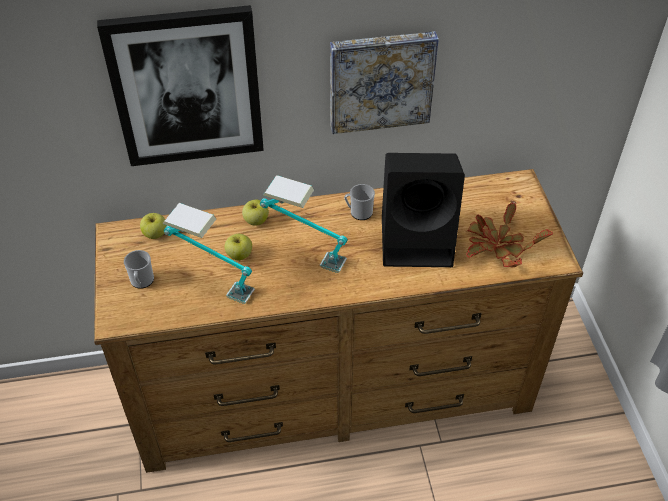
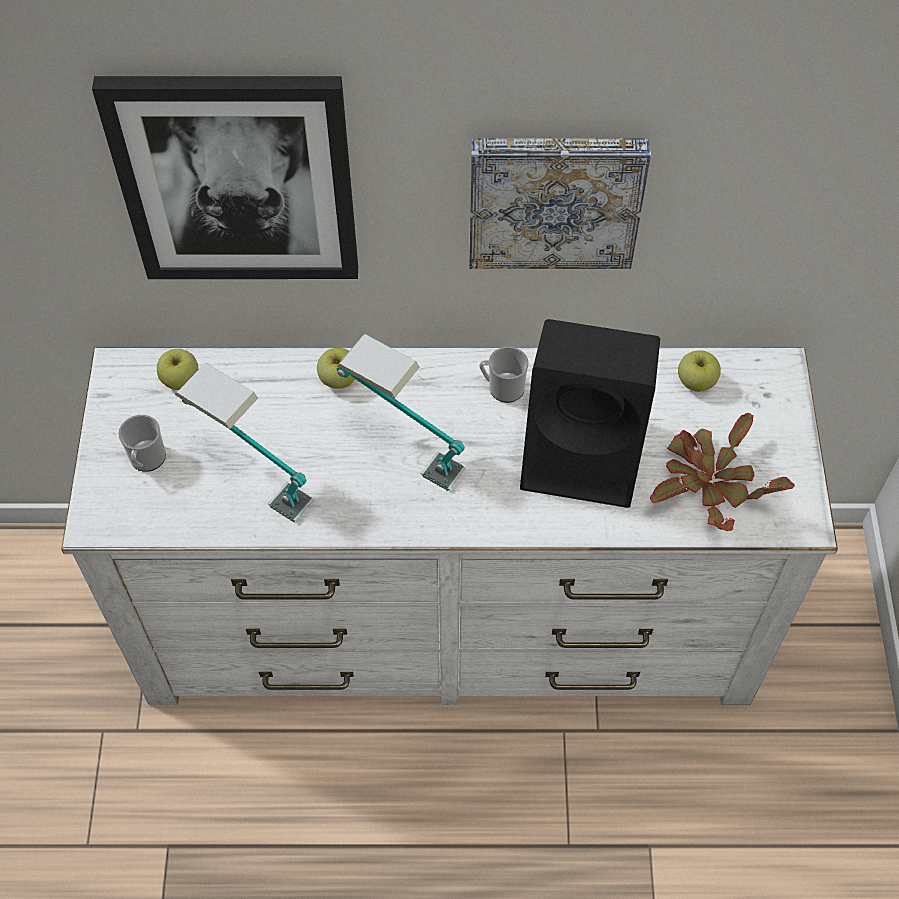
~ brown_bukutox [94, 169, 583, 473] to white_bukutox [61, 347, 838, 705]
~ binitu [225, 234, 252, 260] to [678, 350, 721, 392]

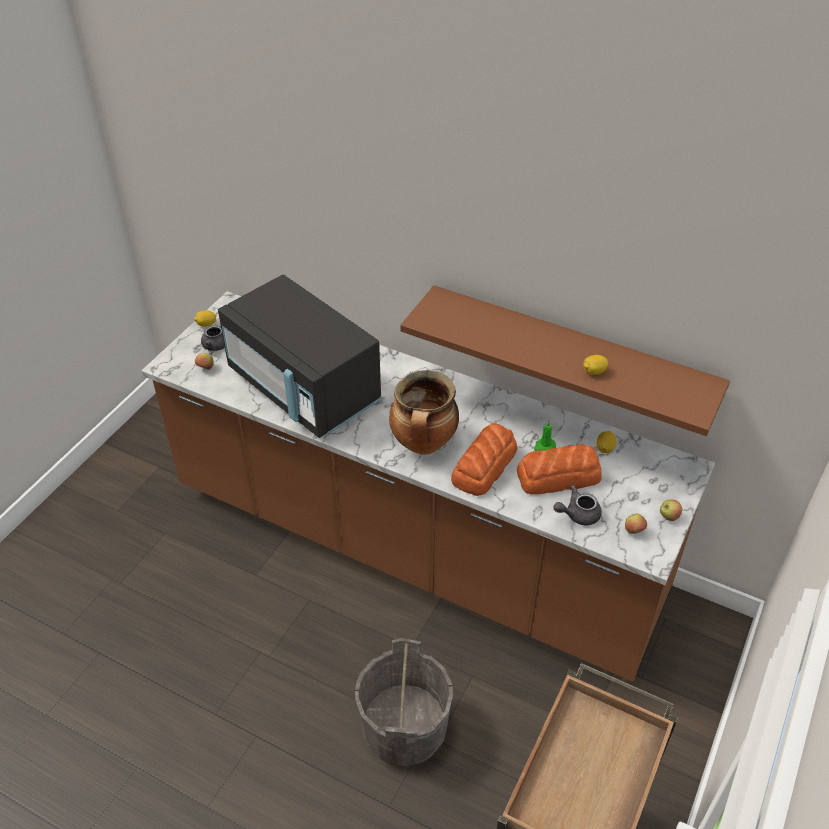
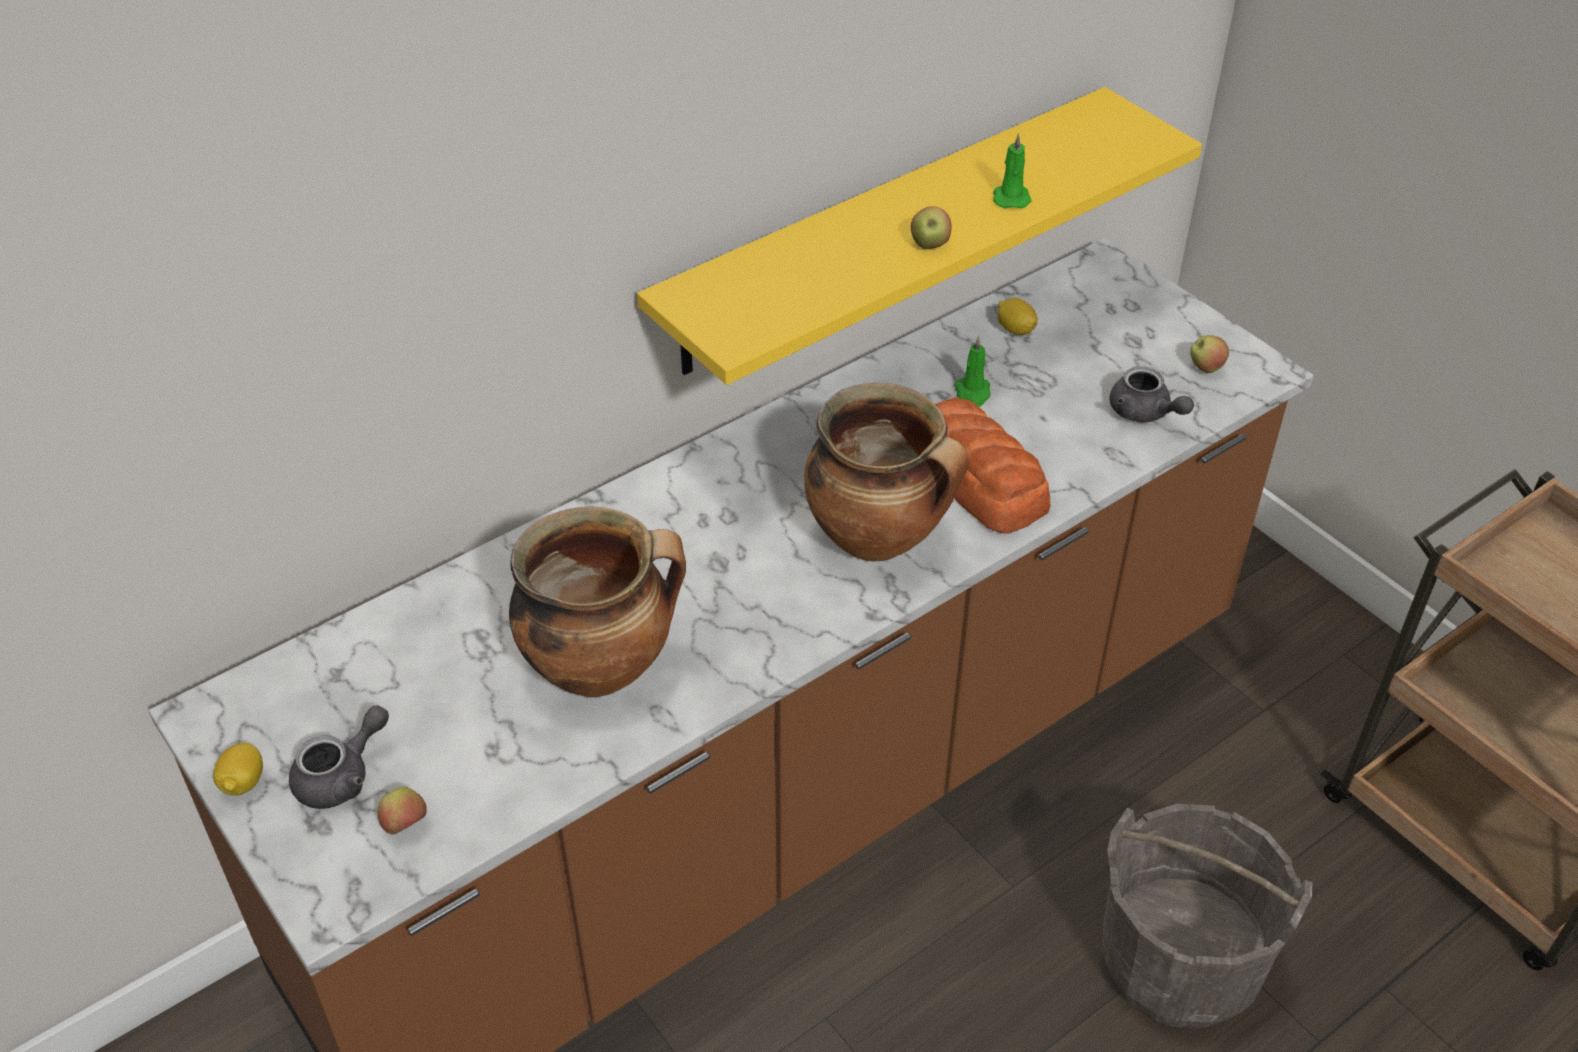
~ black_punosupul [218, 275, 382, 438] to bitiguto [509, 506, 686, 697]
~ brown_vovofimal [400, 285, 730, 436] to yellow_vovofimal [637, 87, 1202, 385]
~ binitu [660, 499, 682, 521] to [911, 206, 951, 249]
~ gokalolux [583, 355, 608, 375] to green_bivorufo [993, 133, 1032, 208]
~ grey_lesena [553, 485, 602, 525] = [1110, 366, 1194, 422] 45 degrees counterclockwise
- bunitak [517, 444, 602, 495]

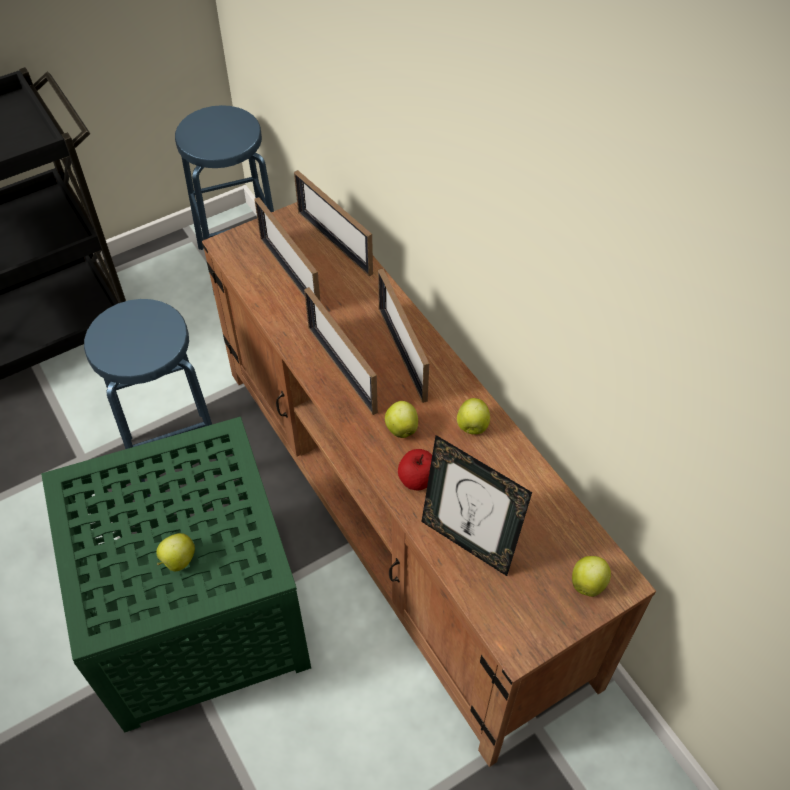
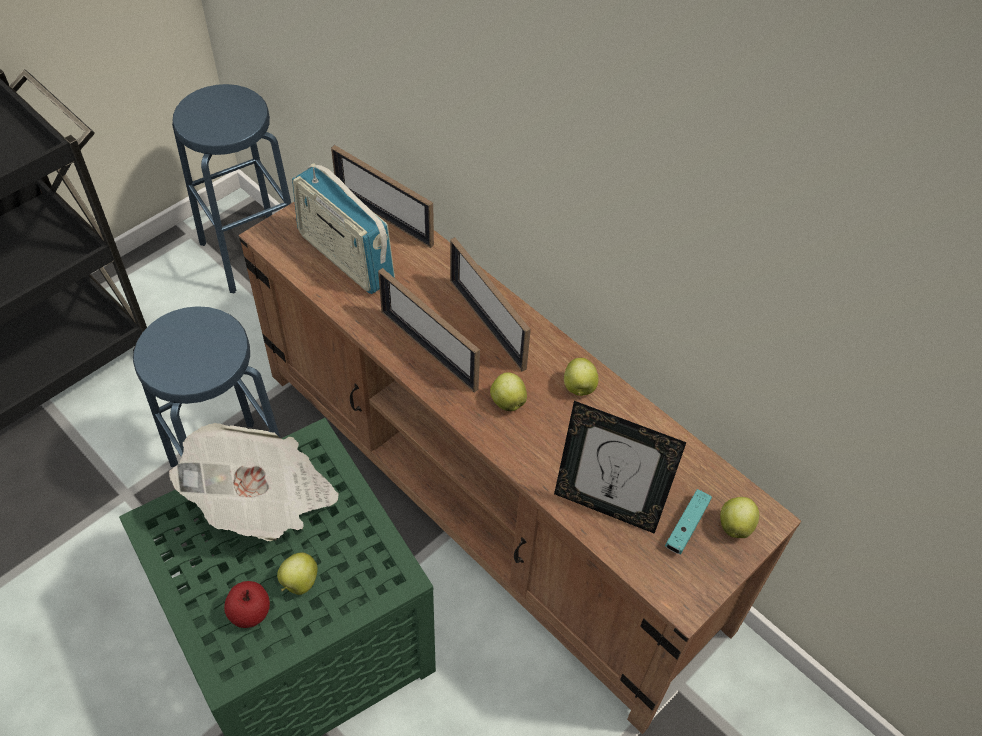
+ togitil [169, 423, 339, 542]
~ binitu [398, 449, 432, 490] to [224, 581, 270, 628]
~ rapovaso [254, 197, 321, 302] to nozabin [292, 163, 395, 294]
+ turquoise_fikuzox [665, 489, 712, 554]

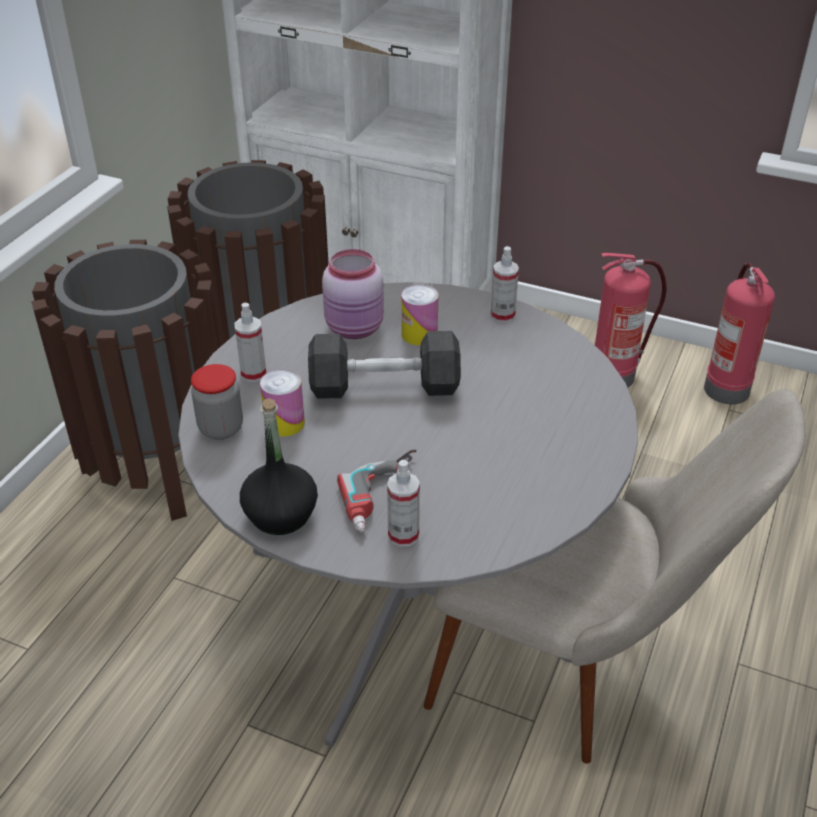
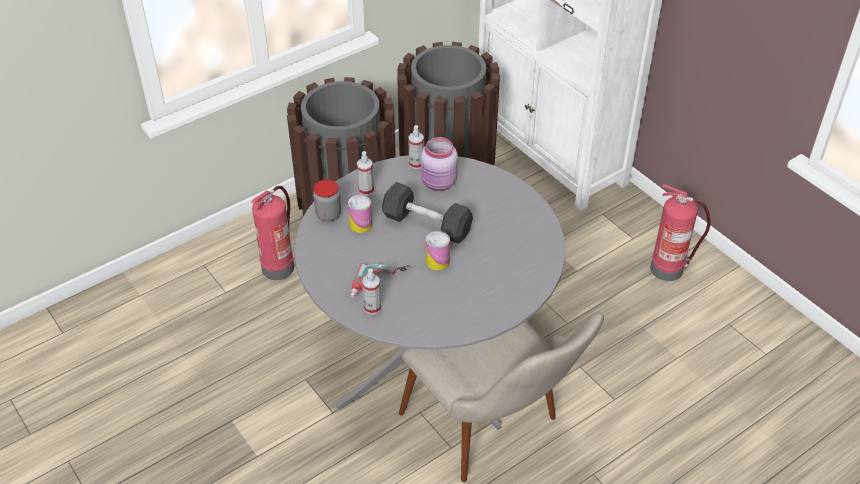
~ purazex [704, 263, 775, 404] to [251, 186, 294, 280]
~ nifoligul [491, 246, 519, 323] to [408, 125, 424, 169]
~ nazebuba [401, 284, 439, 346] to [426, 231, 450, 270]
- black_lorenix [240, 398, 318, 535]

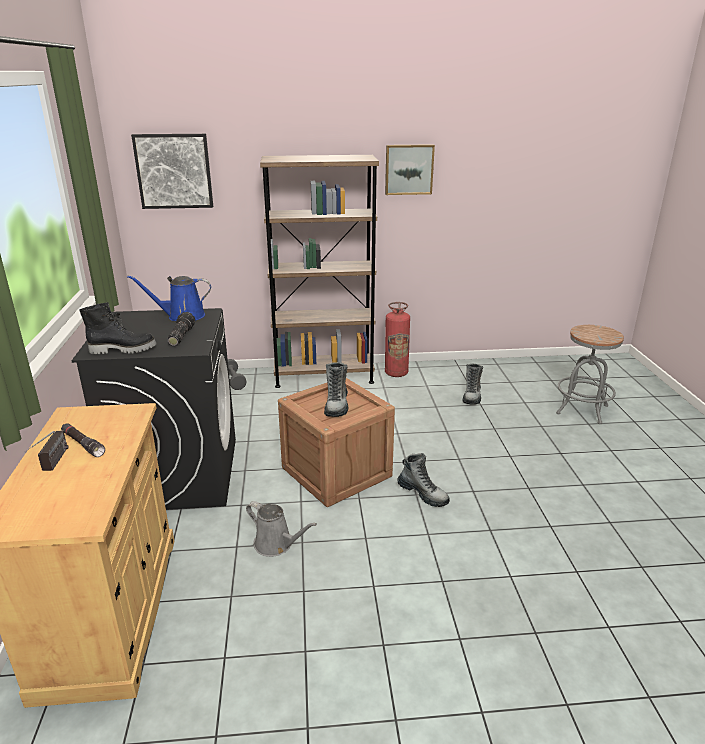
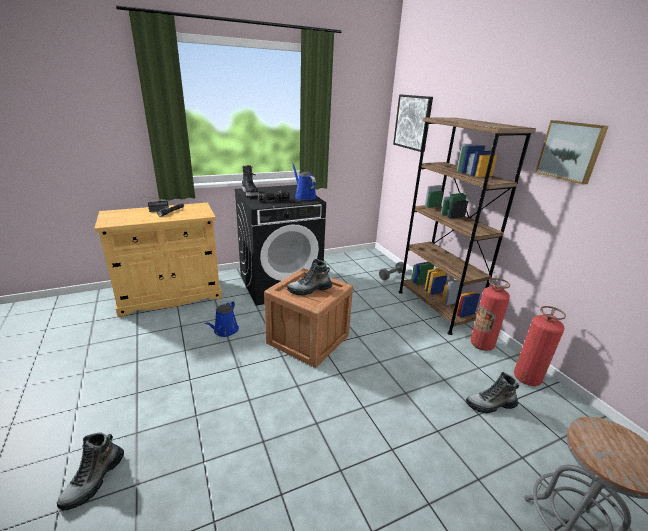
~ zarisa [397, 453, 450, 507] to [57, 432, 124, 510]
~ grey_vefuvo [246, 501, 317, 557] to blue_vefuvo [204, 301, 239, 337]
+ purazex [514, 306, 566, 386]

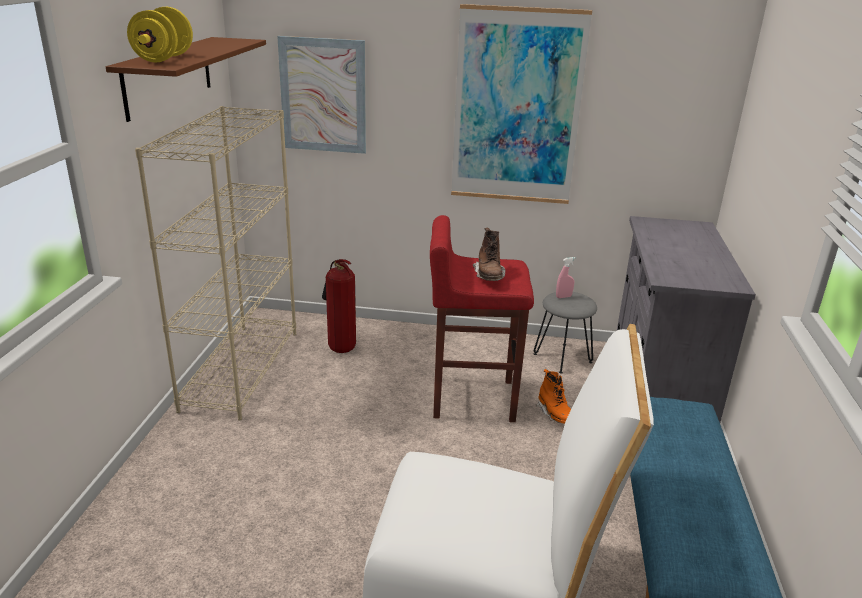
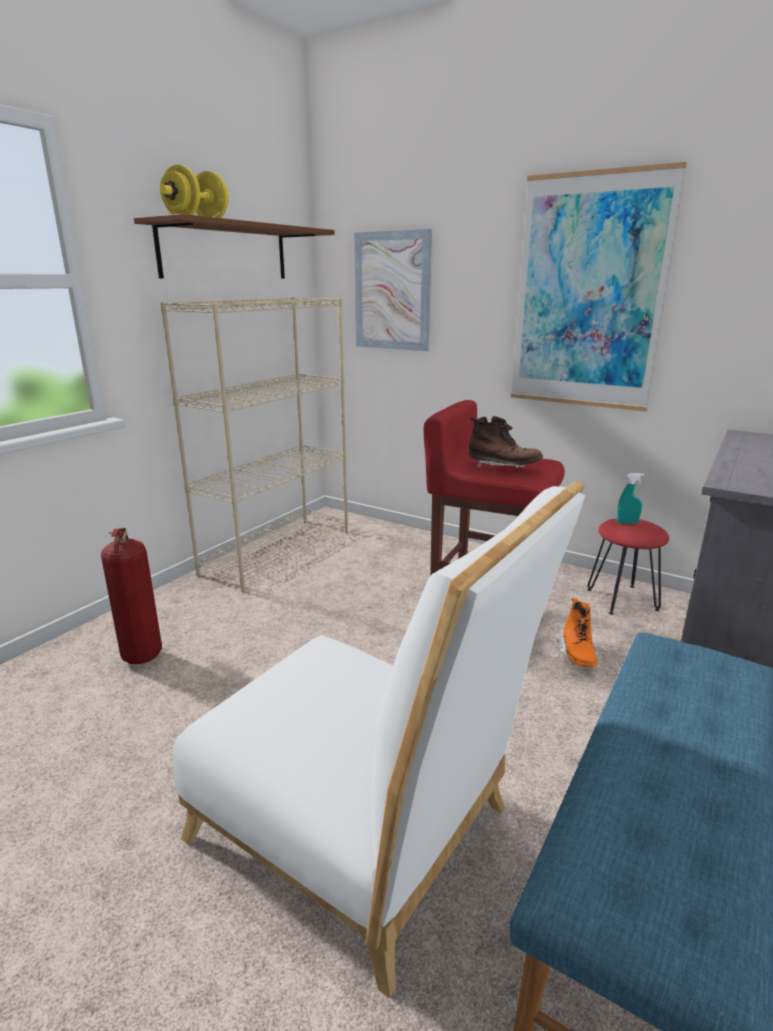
~ purazex [322, 259, 356, 353] to [101, 528, 162, 664]
~ brown_zarisa [473, 227, 506, 281] = [468, 416, 543, 468] 90 degrees counterclockwise
~ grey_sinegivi [534, 292, 597, 373] to red_sinegivi [587, 518, 669, 615]
~ pink_nifoligul [556, 257, 576, 298] to turquoise_nifoligul [617, 473, 644, 524]

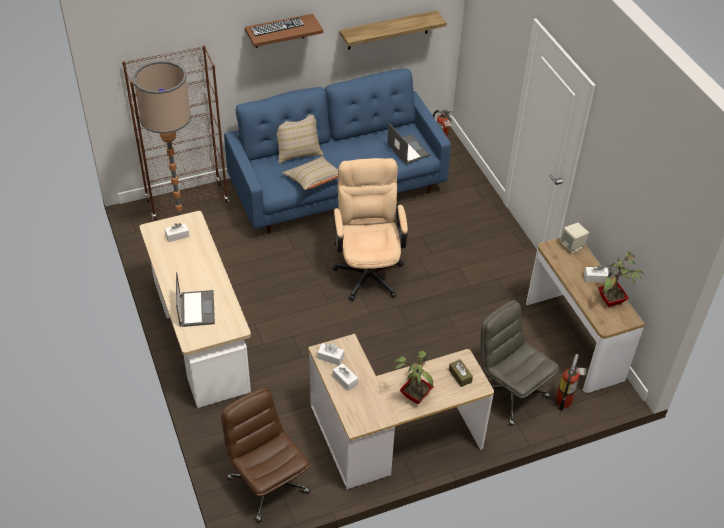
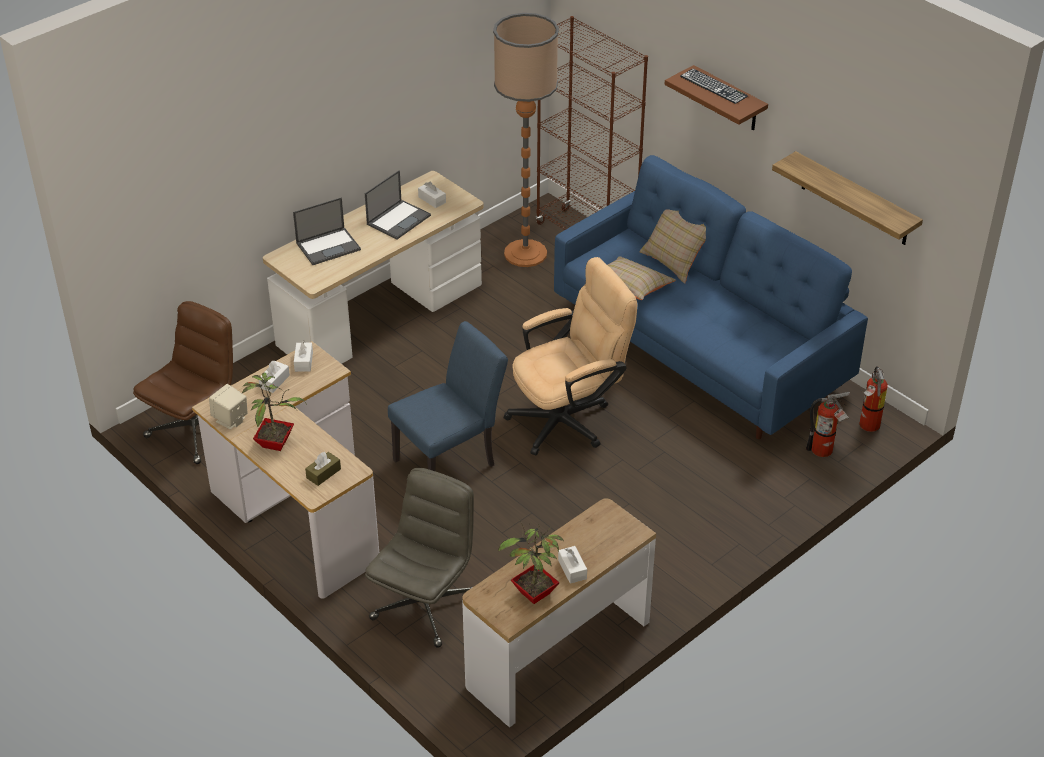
~ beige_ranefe [560, 223, 589, 253] to [209, 384, 248, 429]
~ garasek [387, 123, 430, 165] to [365, 170, 431, 240]
+ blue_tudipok [388, 321, 508, 471]
~ purazex [556, 354, 586, 411] to [806, 392, 850, 457]

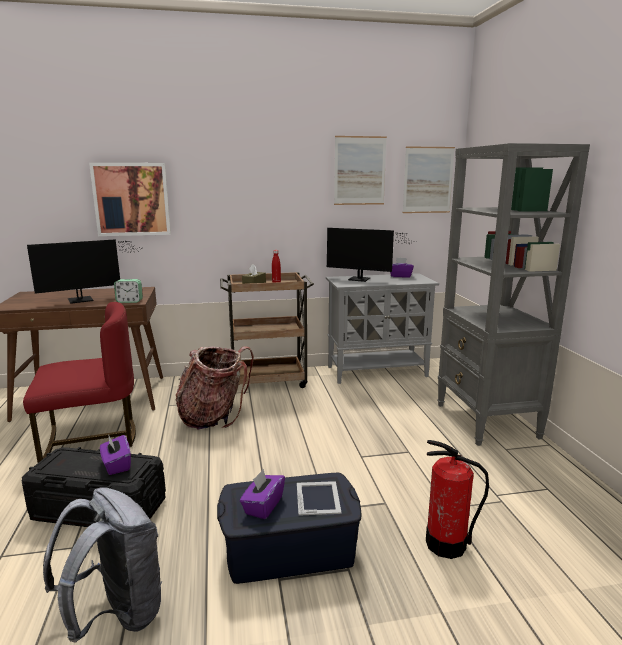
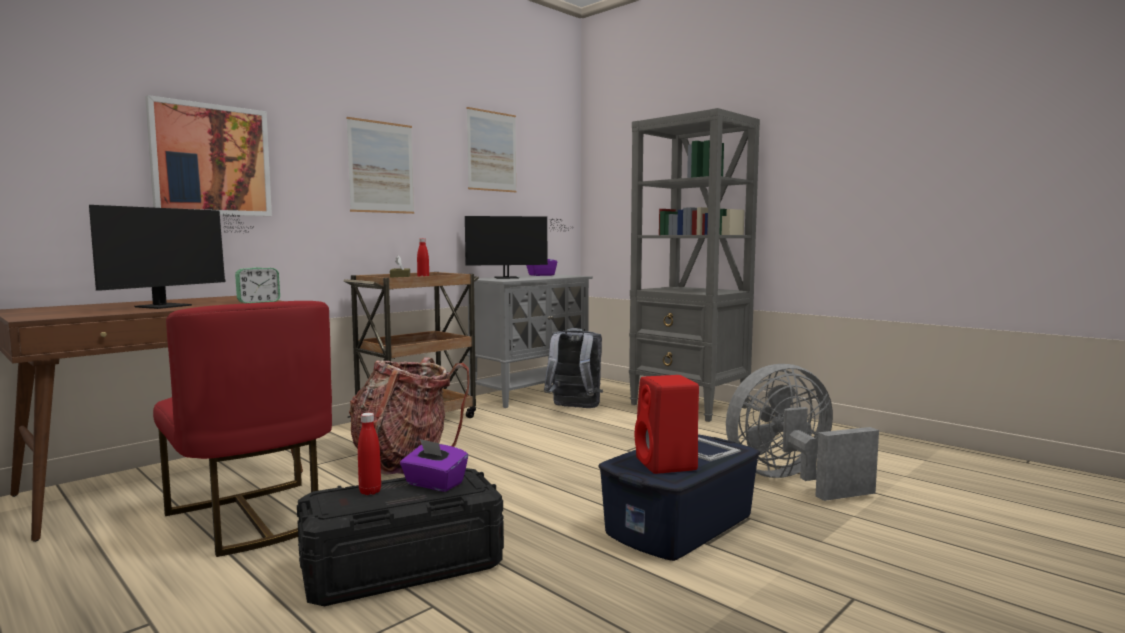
~ red_tudipok [23, 302, 136, 463] = [153, 301, 332, 557] 105 degrees clockwise
~ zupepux [402, 146, 455, 213] to [347, 117, 414, 214]
+ red_lorenix [358, 413, 381, 495]
~ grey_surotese [43, 487, 162, 643] to [544, 328, 603, 408]
~ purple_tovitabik [240, 469, 285, 519] to red_ranefe [635, 375, 699, 474]
~ purazex [426, 440, 489, 559] to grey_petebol [726, 364, 879, 501]

